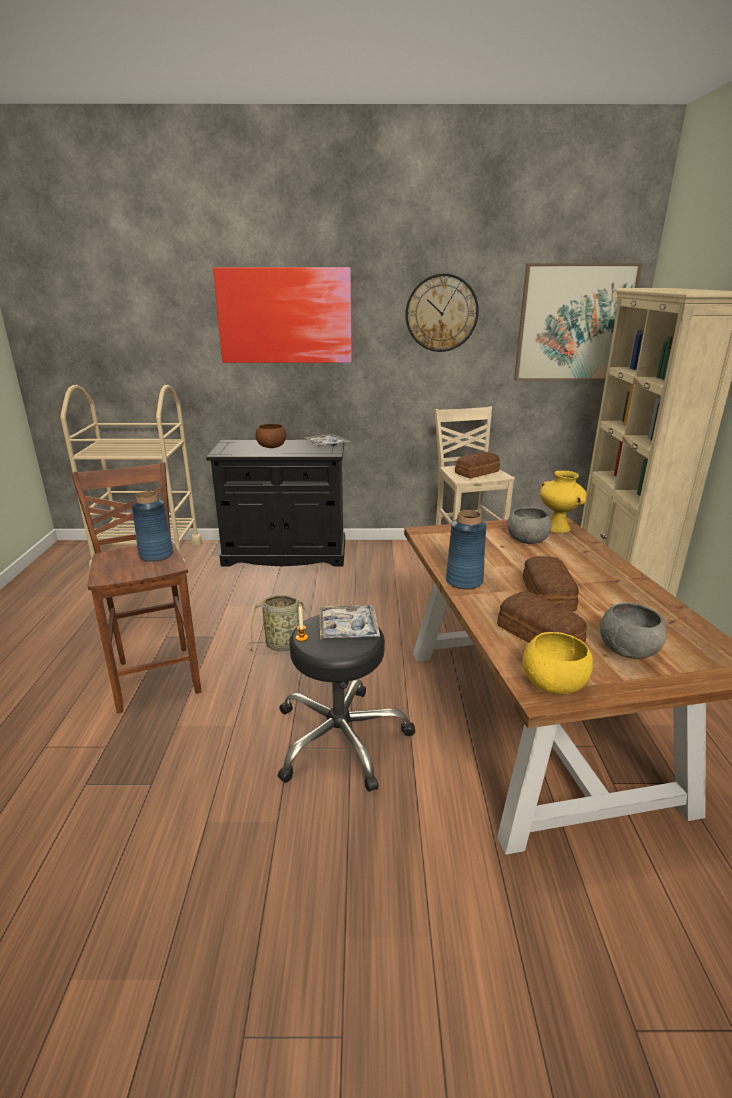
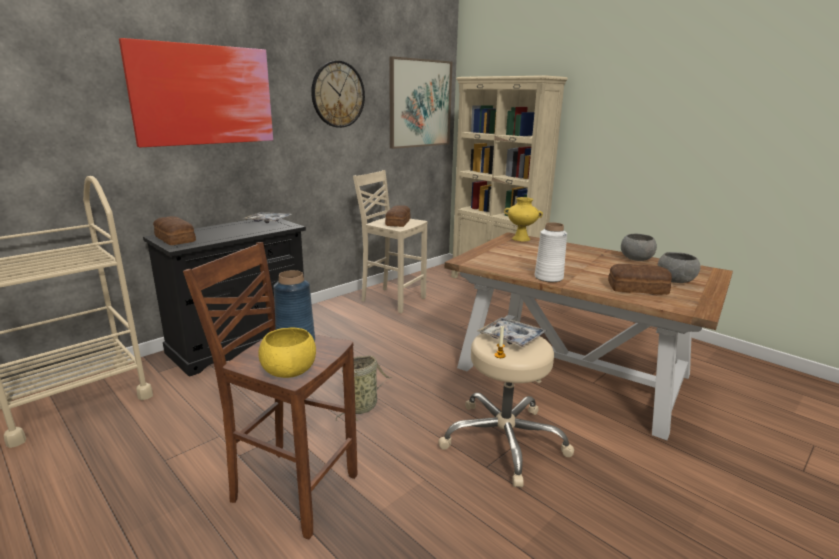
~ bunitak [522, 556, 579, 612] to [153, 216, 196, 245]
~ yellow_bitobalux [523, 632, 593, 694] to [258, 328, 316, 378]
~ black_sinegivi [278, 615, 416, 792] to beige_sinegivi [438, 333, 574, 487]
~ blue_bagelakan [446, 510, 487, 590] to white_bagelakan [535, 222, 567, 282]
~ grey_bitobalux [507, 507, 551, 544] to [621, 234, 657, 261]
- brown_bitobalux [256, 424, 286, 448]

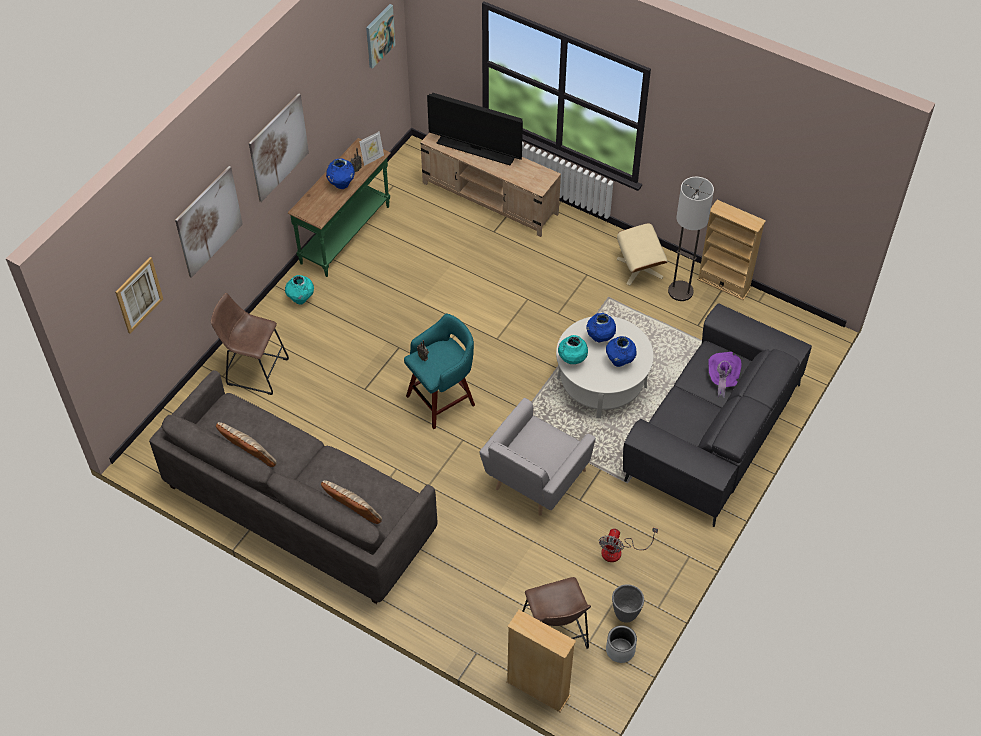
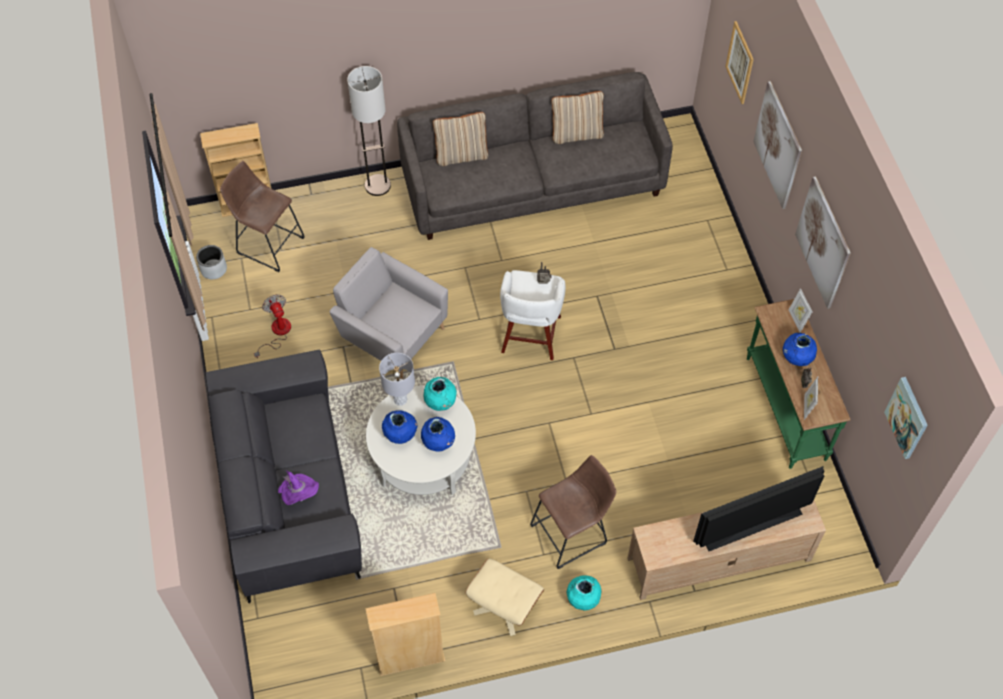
~ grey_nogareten [479, 398, 596, 515] = [330, 247, 448, 379] 45 degrees counterclockwise
~ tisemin [668, 177, 714, 301] to [347, 66, 391, 196]
+ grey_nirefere [379, 353, 415, 406]
~ turquoise_sinegivi [404, 314, 475, 429] to white_sinegivi [500, 270, 566, 360]
~ brown_sinegivi [211, 293, 289, 395] to [530, 455, 616, 569]
~ turquoise_bagelakan [285, 275, 314, 305] to [567, 576, 602, 611]
+ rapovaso [789, 288, 813, 333]
- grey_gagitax [612, 584, 644, 623]

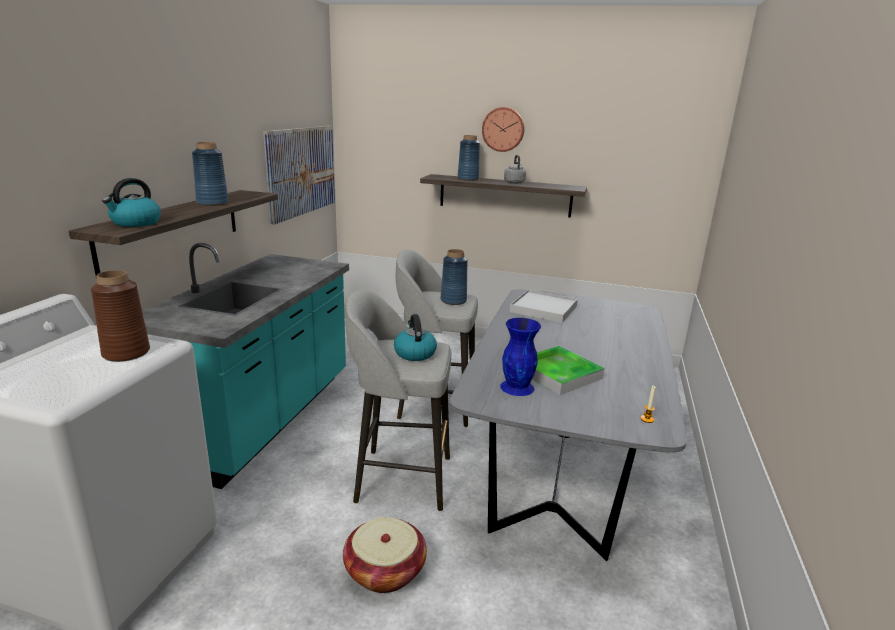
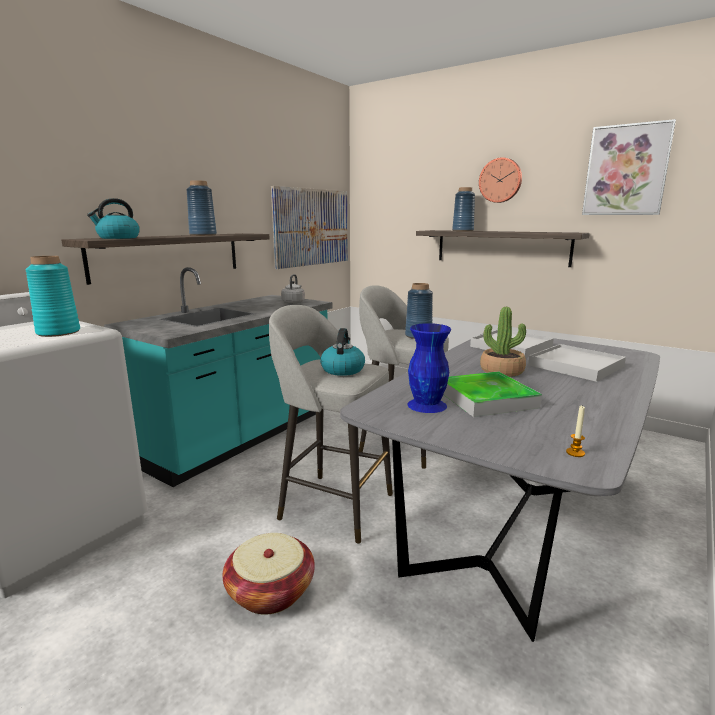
~ brown_bagelakan [91, 270, 150, 362] to turquoise_bagelakan [25, 256, 80, 337]
~ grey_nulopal [504, 155, 526, 184] to [281, 274, 305, 304]
+ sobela [480, 307, 526, 377]
+ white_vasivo [528, 344, 626, 382]
+ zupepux [582, 119, 676, 215]

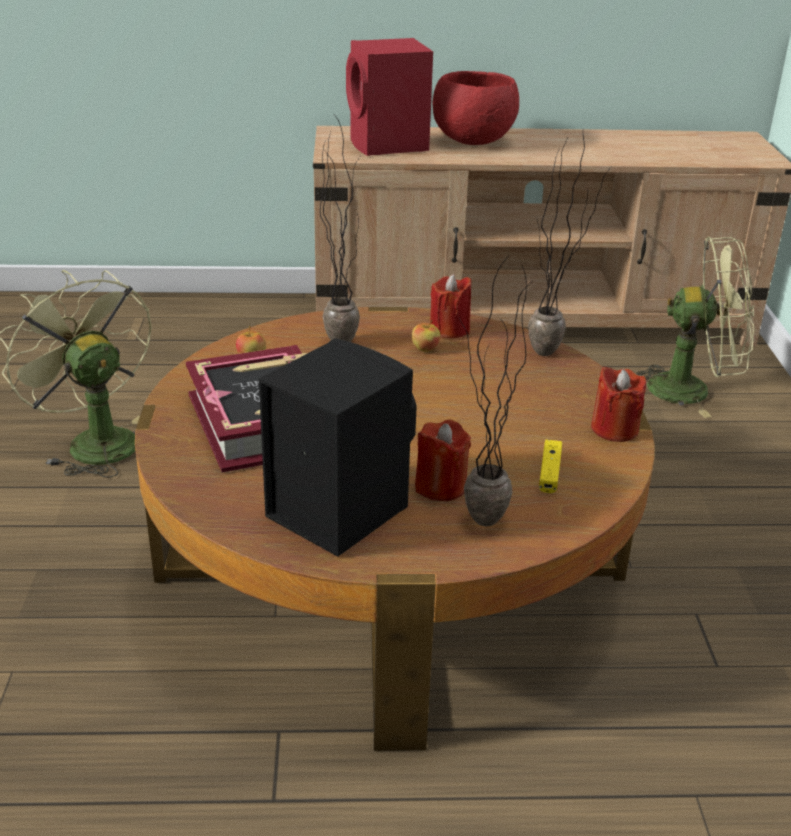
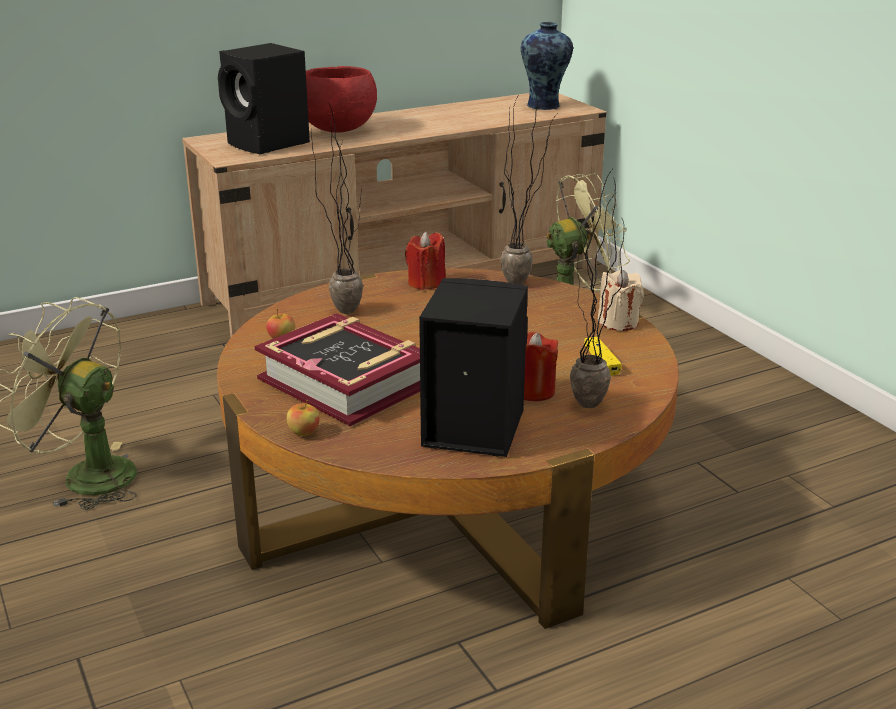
~ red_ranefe [346, 38, 433, 156] to black_ranefe [218, 43, 310, 154]
~ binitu [412, 320, 440, 352] to [287, 399, 320, 436]
+ bagelakan [521, 22, 573, 110]
~ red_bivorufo [591, 367, 646, 442] to beige_bivorufo [598, 270, 644, 331]

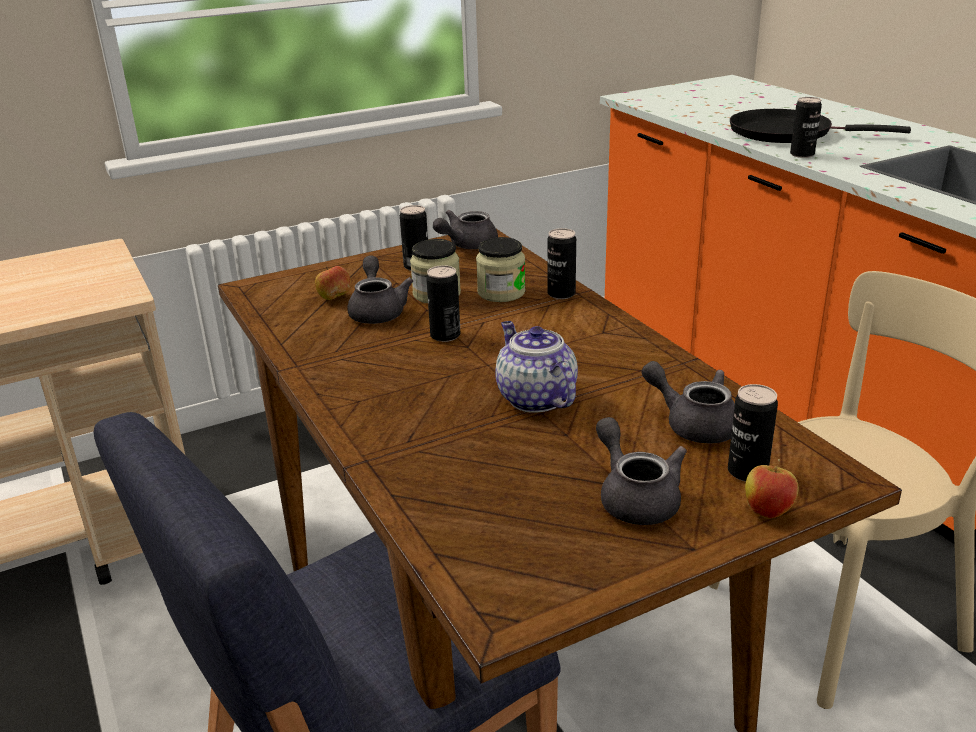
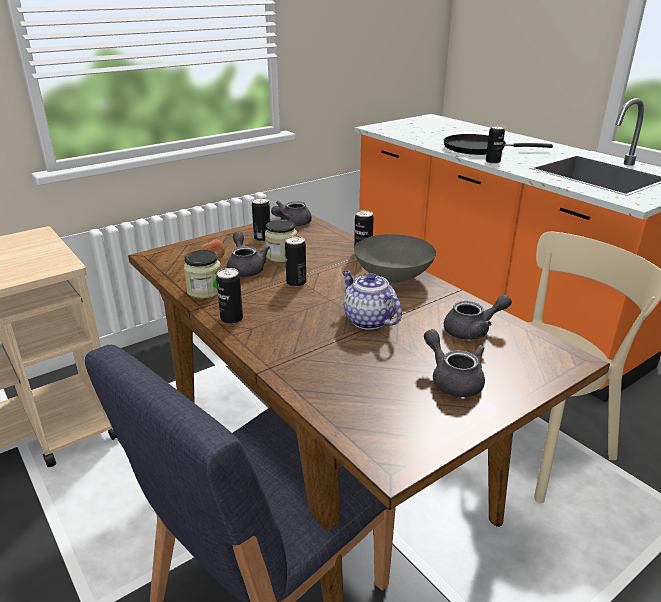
~ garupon [476, 237, 526, 302] to [184, 250, 221, 299]
~ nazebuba [728, 384, 778, 482] to [216, 268, 243, 324]
+ grey_bitobalux [354, 234, 436, 283]
~ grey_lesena [641, 361, 735, 444] = [444, 294, 512, 340] 135 degrees clockwise
- binitu [745, 459, 798, 519]

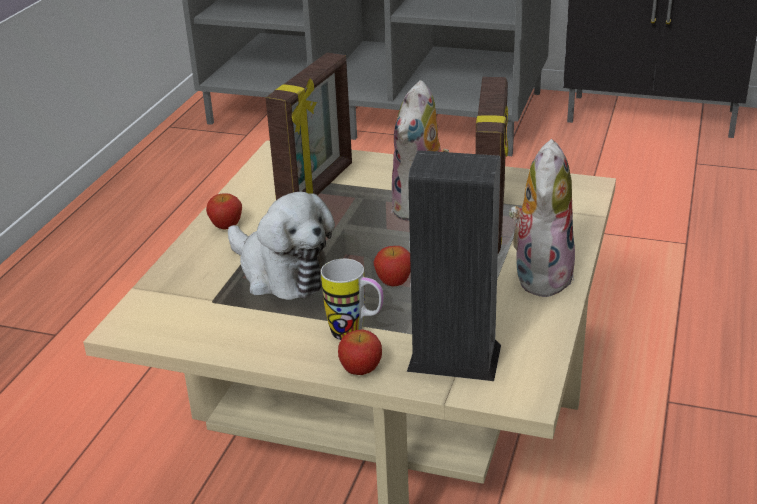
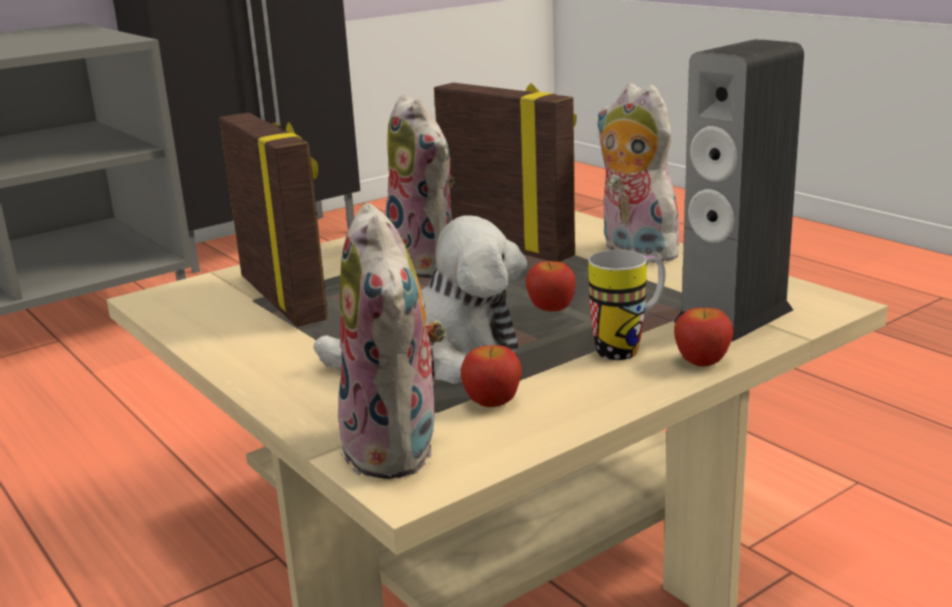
+ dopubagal [338, 203, 446, 479]
~ binitu [206, 193, 242, 229] to [461, 345, 522, 407]

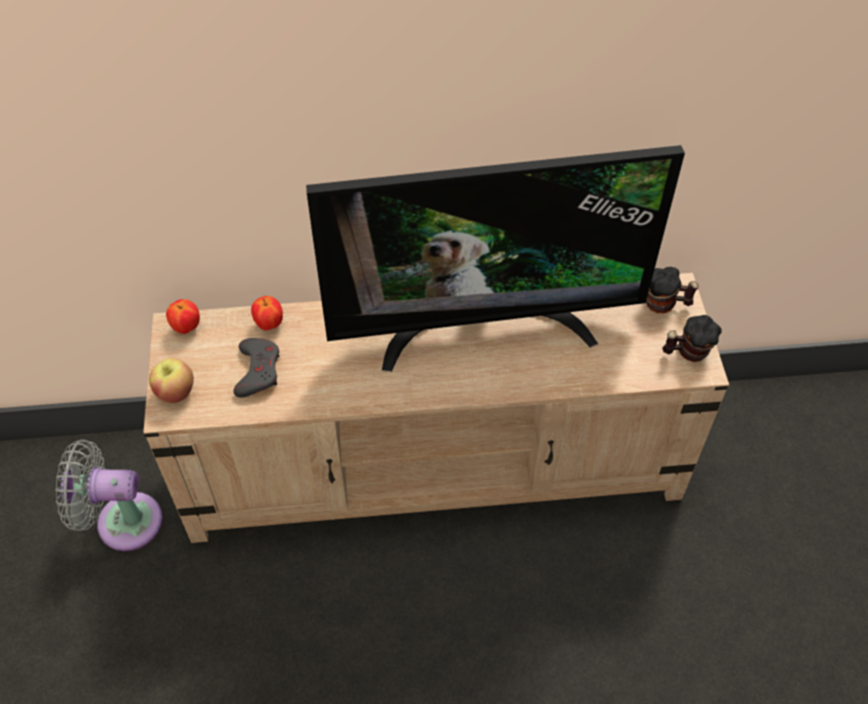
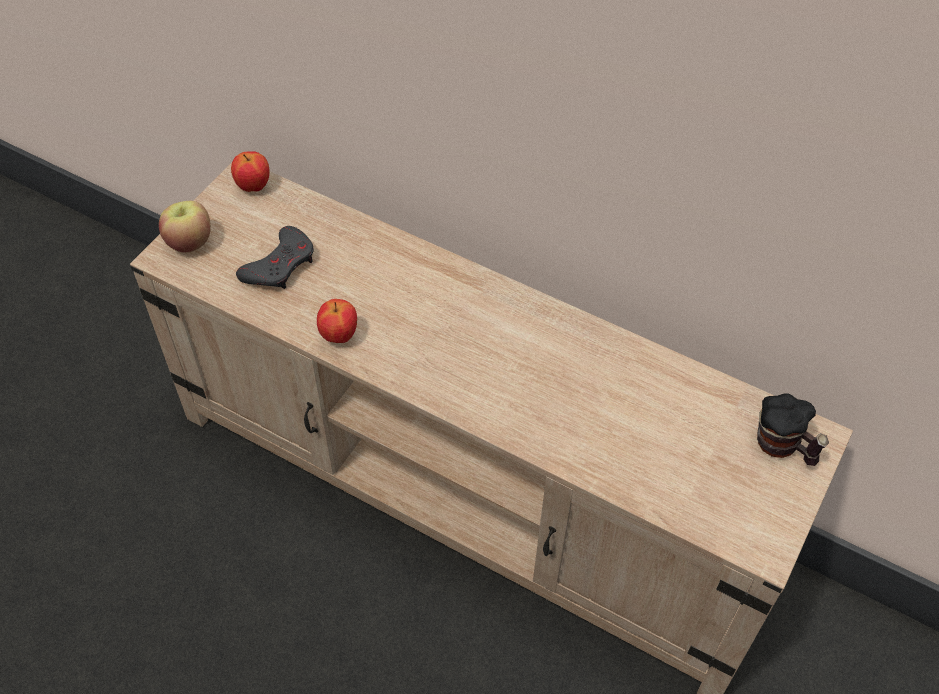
~ binitu [251, 296, 283, 330] to [317, 299, 357, 343]
- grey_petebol [55, 440, 163, 551]
- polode [306, 145, 685, 372]
- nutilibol [662, 315, 722, 362]

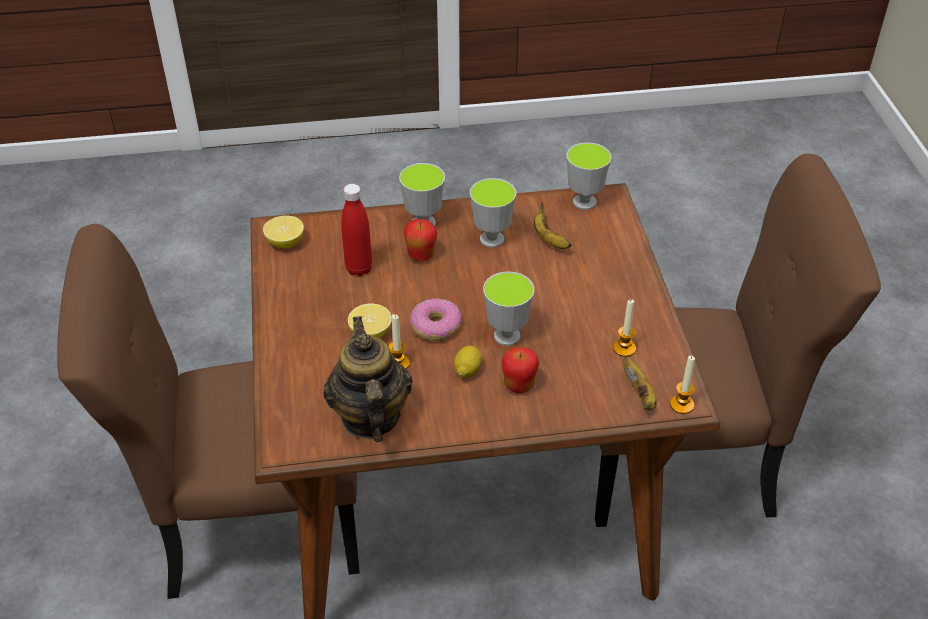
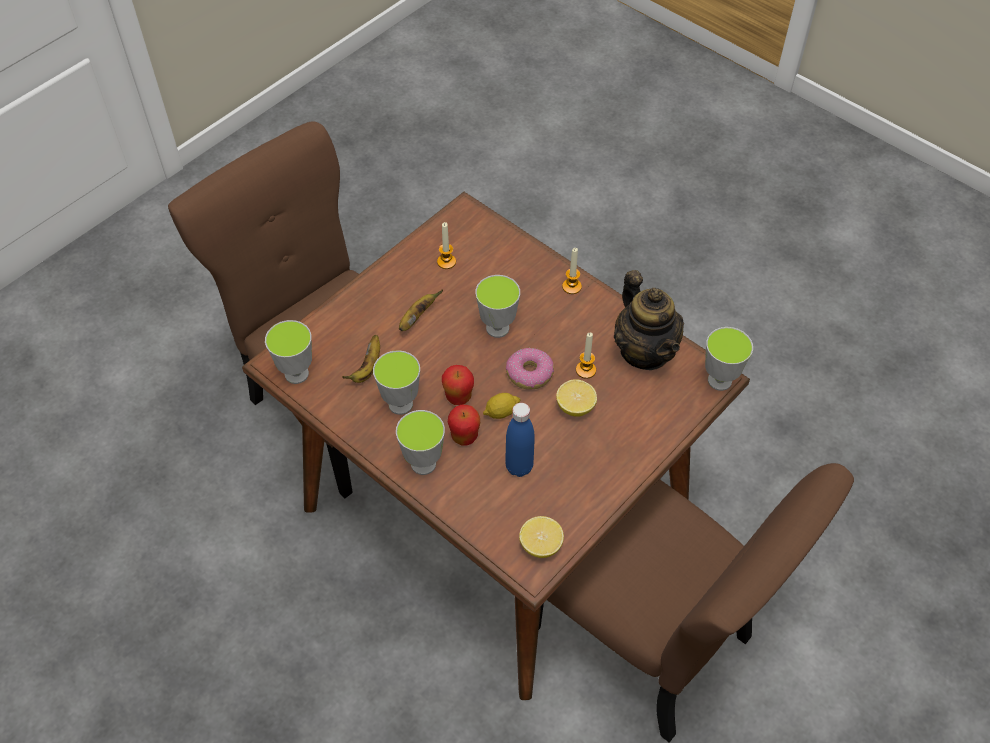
~ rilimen [623, 357, 656, 410] to [399, 289, 443, 331]
~ binitu [502, 347, 539, 393] to [442, 365, 474, 405]
~ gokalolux [454, 346, 482, 378] to [483, 393, 521, 419]
~ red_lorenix [341, 184, 372, 276] to blue_lorenix [505, 403, 535, 477]
~ bivorufo [670, 355, 695, 414] to [562, 248, 582, 294]
~ lesena [323, 316, 413, 442] = [614, 270, 684, 370] 60 degrees counterclockwise
+ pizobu [705, 327, 753, 391]

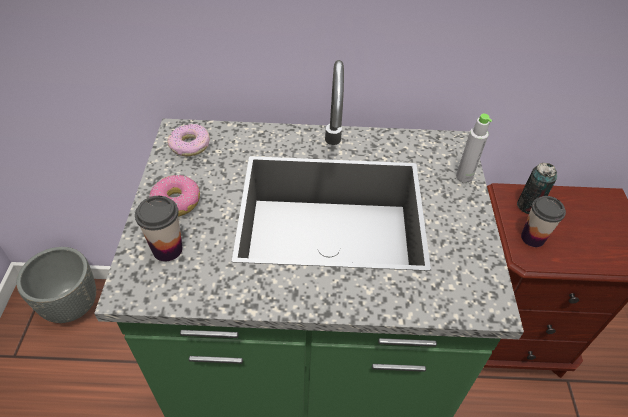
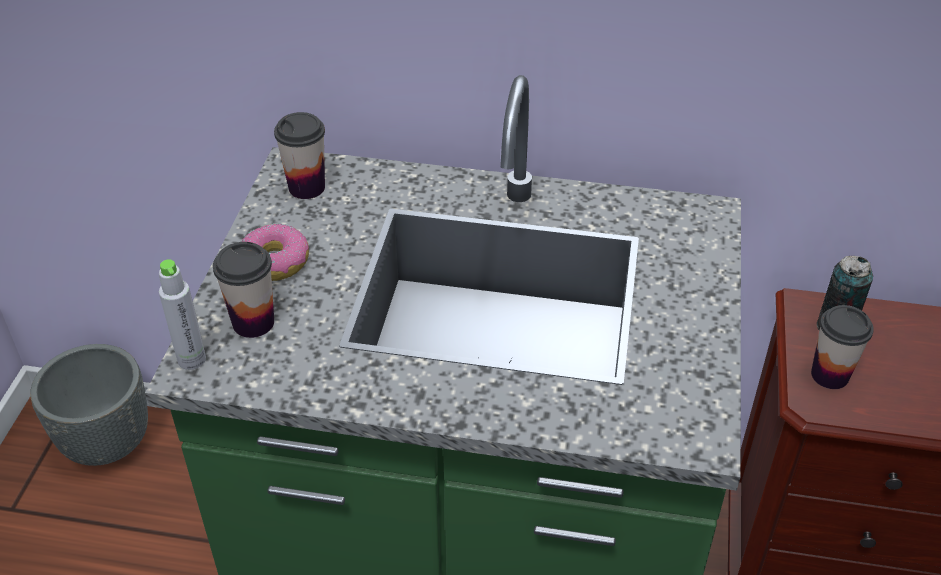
~ grey_lorenix [456, 114, 492, 183] to [159, 259, 206, 370]
~ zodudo [167, 124, 210, 156] to pizobu [274, 112, 325, 199]

